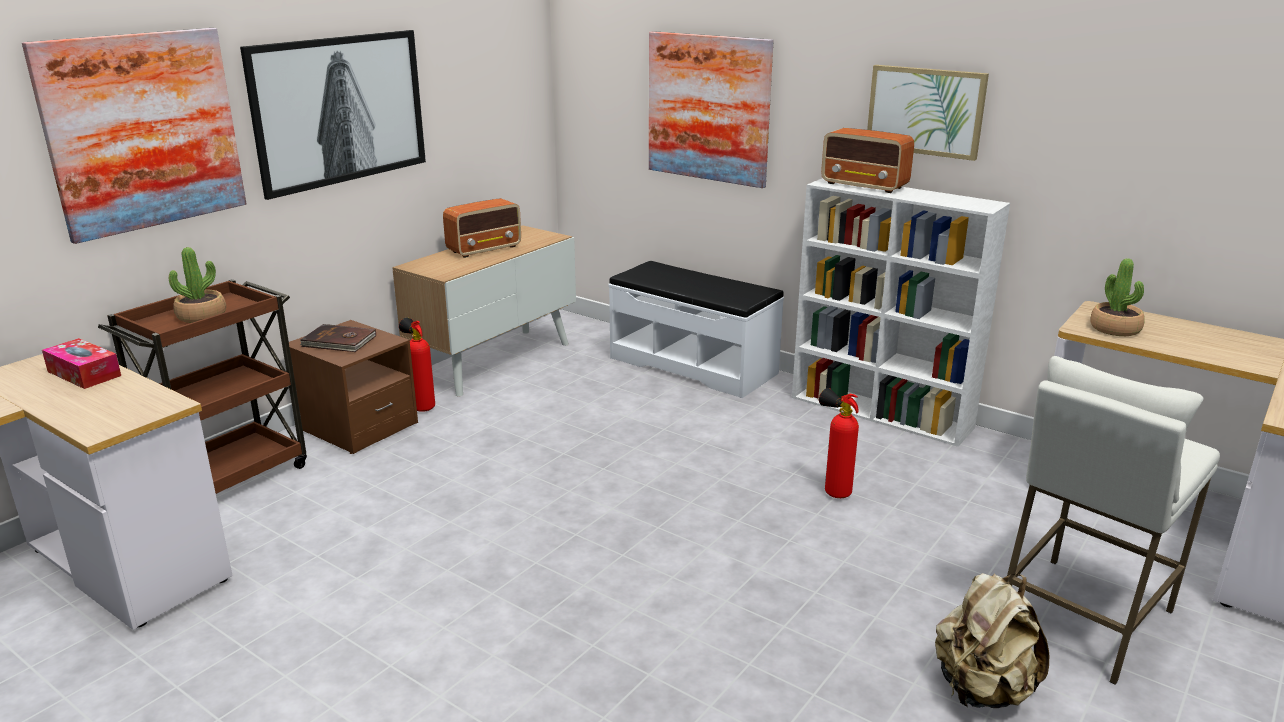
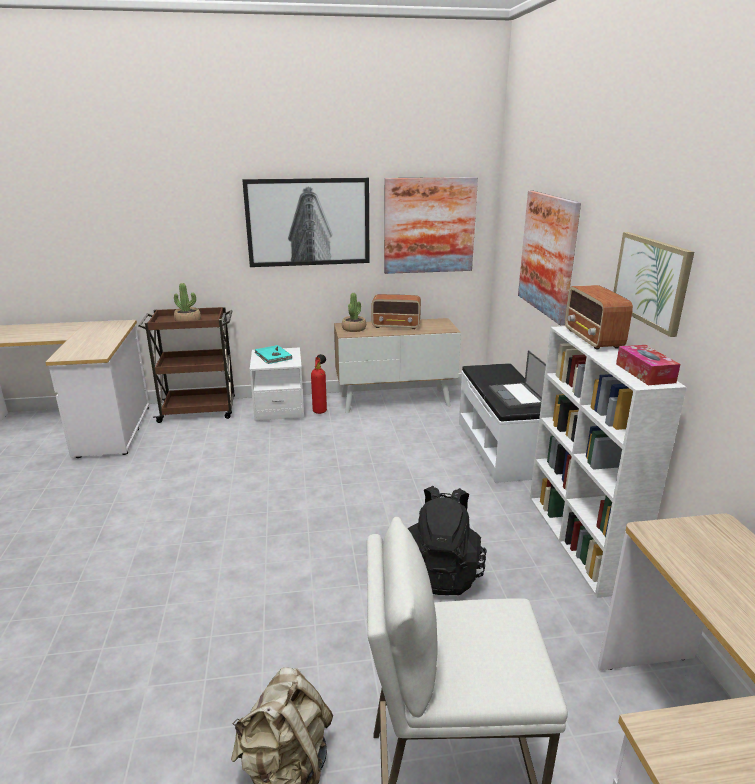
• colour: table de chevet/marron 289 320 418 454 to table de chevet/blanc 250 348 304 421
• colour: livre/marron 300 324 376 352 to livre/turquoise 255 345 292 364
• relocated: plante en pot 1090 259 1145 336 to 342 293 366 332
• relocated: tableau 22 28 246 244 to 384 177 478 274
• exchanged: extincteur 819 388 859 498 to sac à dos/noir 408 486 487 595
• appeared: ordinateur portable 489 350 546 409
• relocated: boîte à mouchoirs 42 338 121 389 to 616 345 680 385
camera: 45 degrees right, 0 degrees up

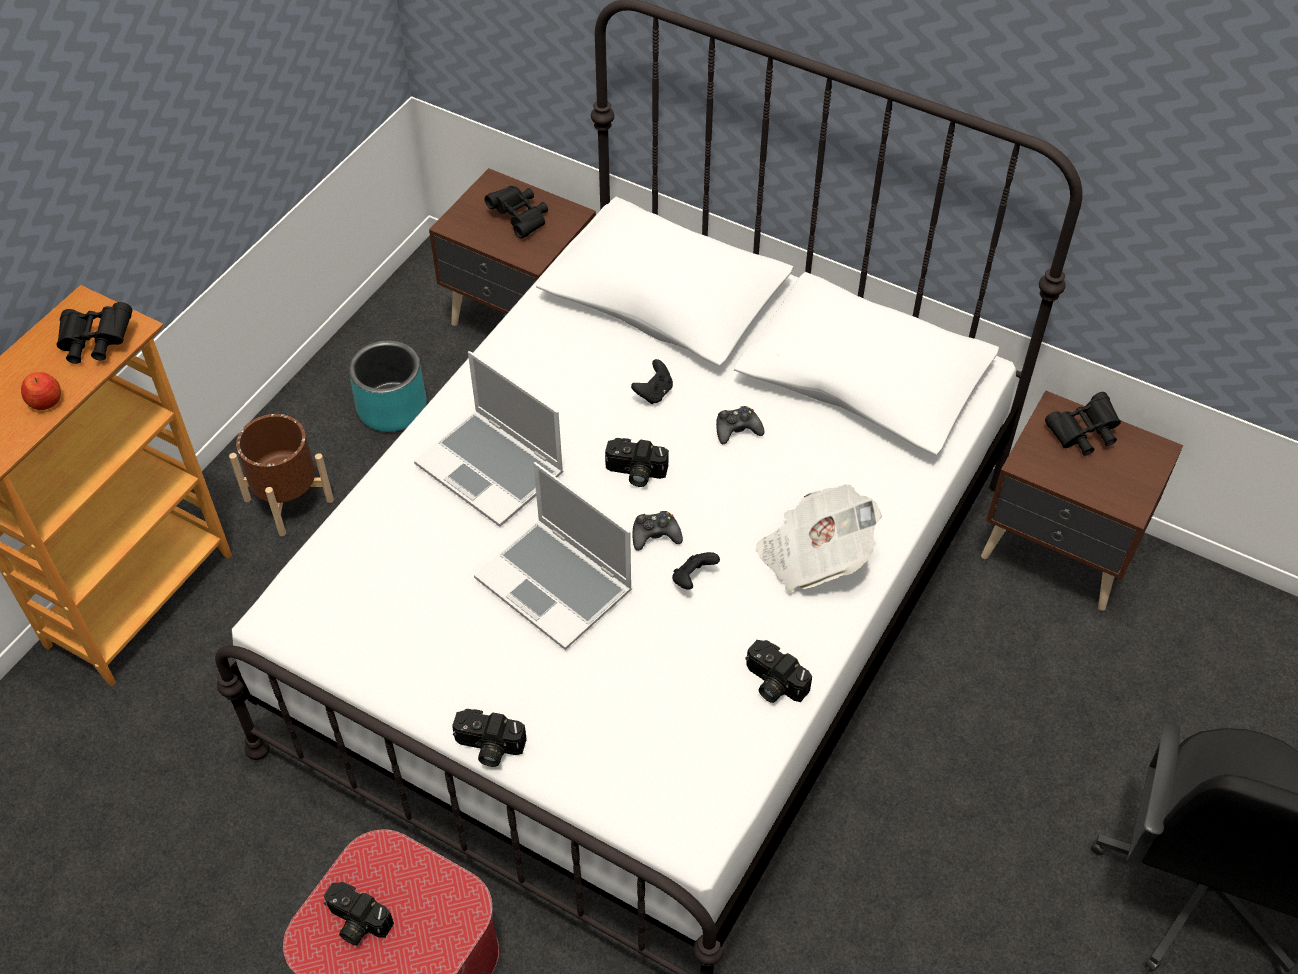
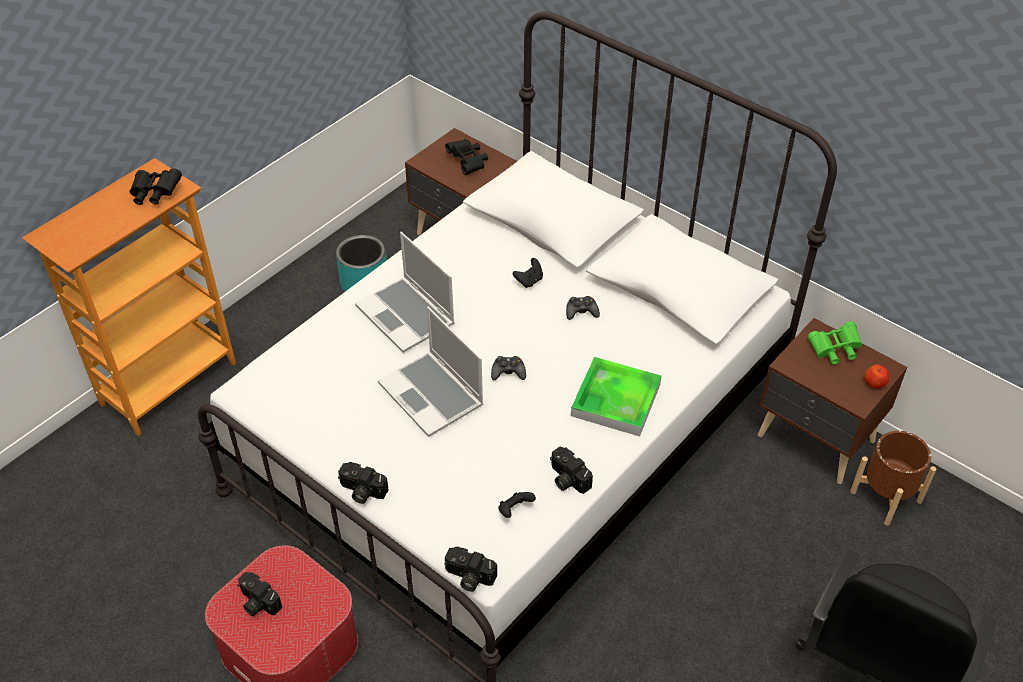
• relocated: appareil photo 605 438 669 487 to 444 547 497 592
• relocated: manette/noir 672 552 720 590 to 498 492 536 518
• exchanged: journal 756 484 882 592 to plateau 571 357 662 436
• colour: jumelles/noir 1045 392 1121 456 to jumelles/vert 808 321 862 365
• relocated: cache-pot/marron 229 414 334 536 to 850 431 937 526
• relocated: pomme 21 372 61 410 to 864 365 890 389
camera: 10 degrees right, 5 degrees down

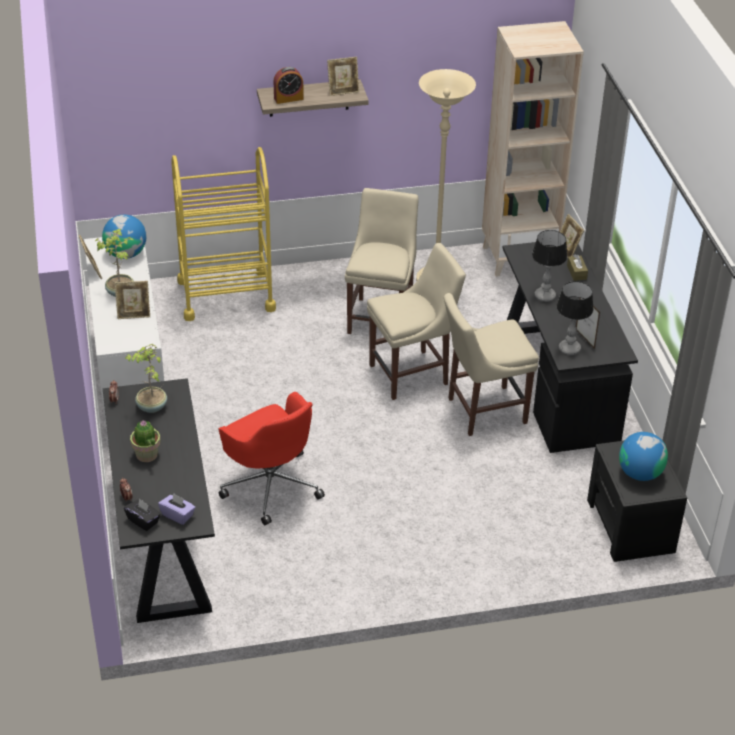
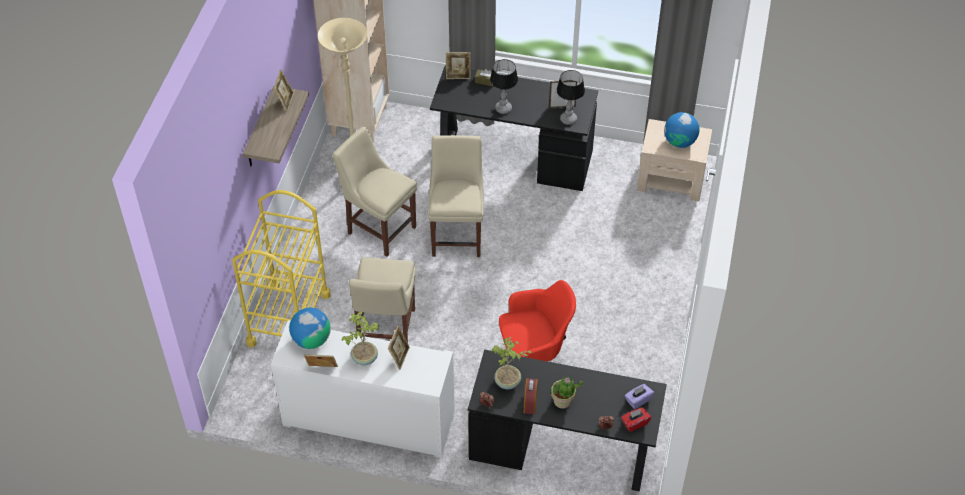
• relocated: chaise/beige 444 293 539 436 to 349 257 416 343
• relocated: réveil 274 67 304 104 to 524 378 538 414
• colour: boîte à mouchoirs/noir 124 498 161 531 to boîte à mouchoirs/rouge 621 407 651 432
• colour: table de chevet/noir 587 440 687 562 to table de chevet/beige 637 119 712 201
camera: 65 degrees left, 10 degrees up

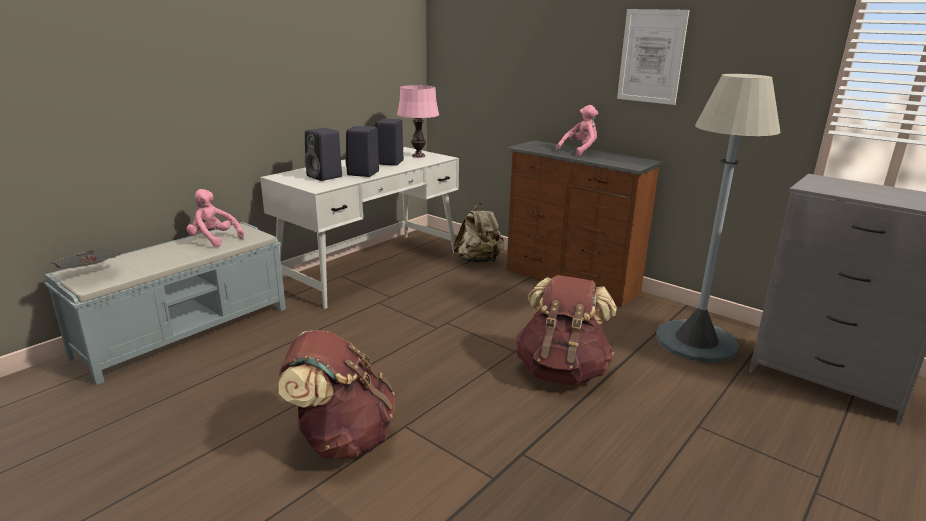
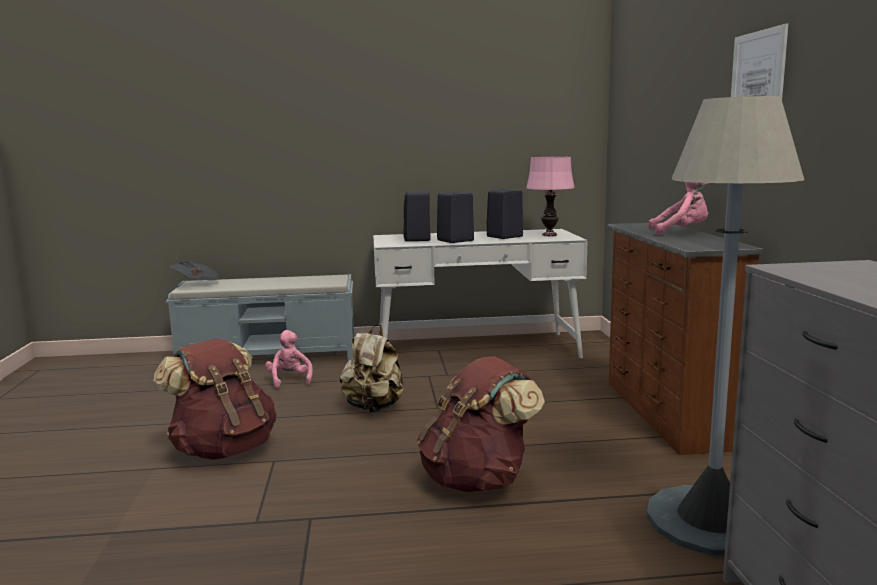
• relocated: peluche/rose 186 189 244 247 to 265 330 313 388
• relocated: sac à dos/beige 453 203 504 263 to 340 324 404 412
camera: 45 degrees right, 10 degrees down

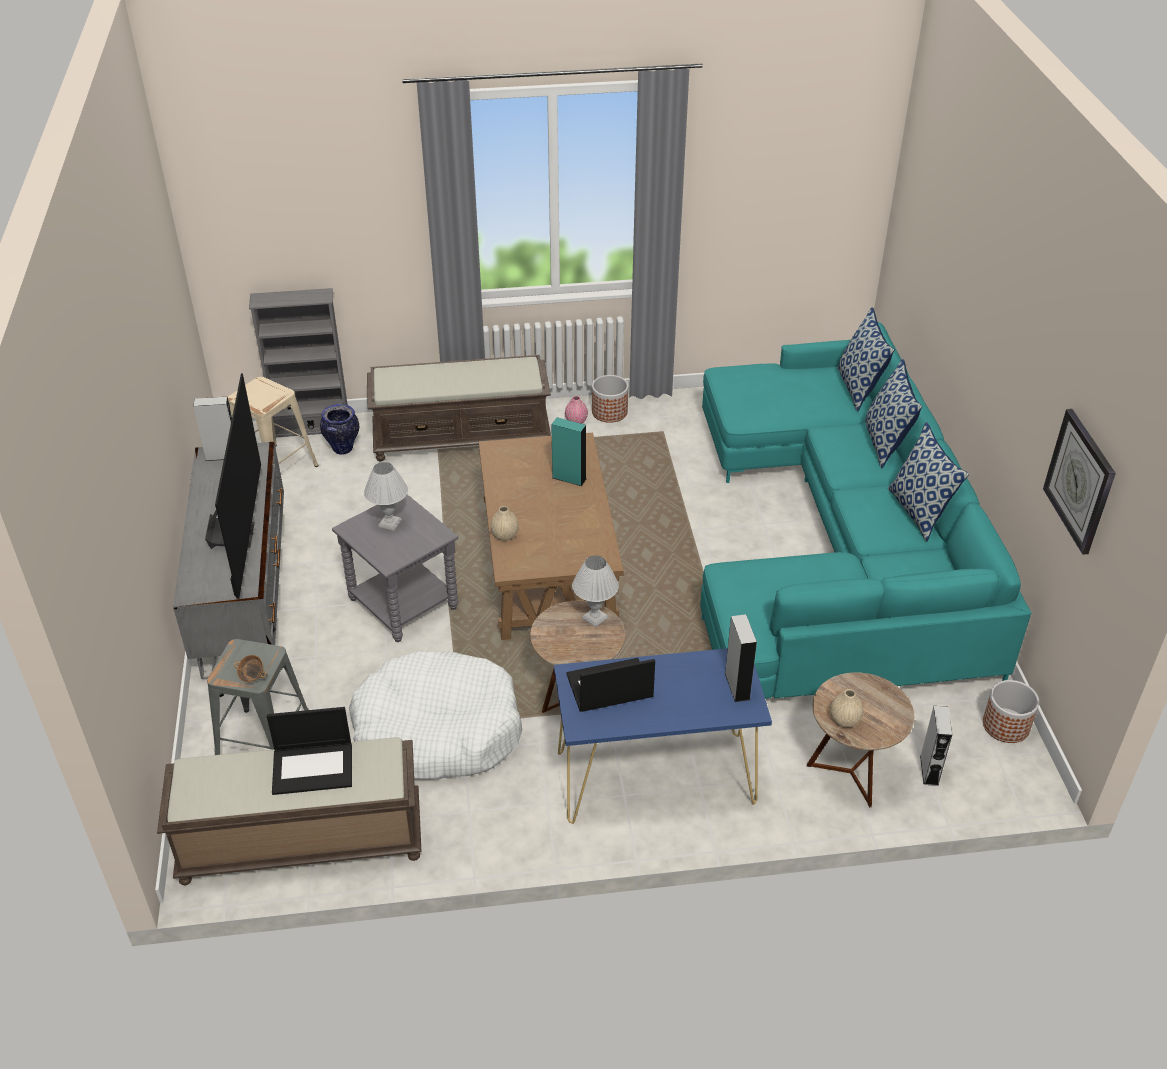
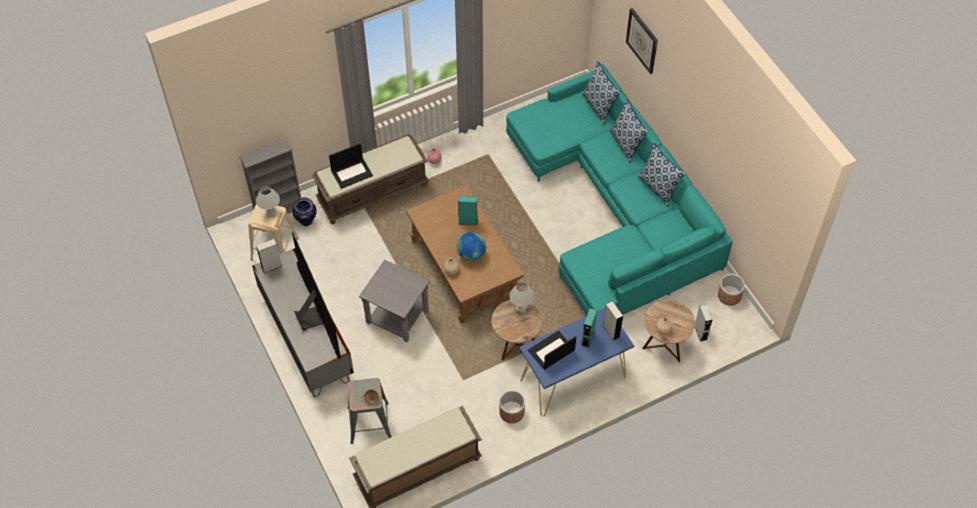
• relocated: lampe de table/blanc 364 462 408 531 to 256 186 280 217
• relocated: ordinateur portable 267 707 352 795 to 329 143 373 189
• appeared: globe 457 232 486 262
• relocated: cache-pot 592 375 628 423 to 499 390 525 423
• appeared: enceinte/turquoise 581 308 597 348
• relocated: horloge murale 1043 409 1116 555 to 626 8 658 74
• missing: panier pour chien/blanc 349 651 522 779
camera: 20 degrees left, 15 degrees up

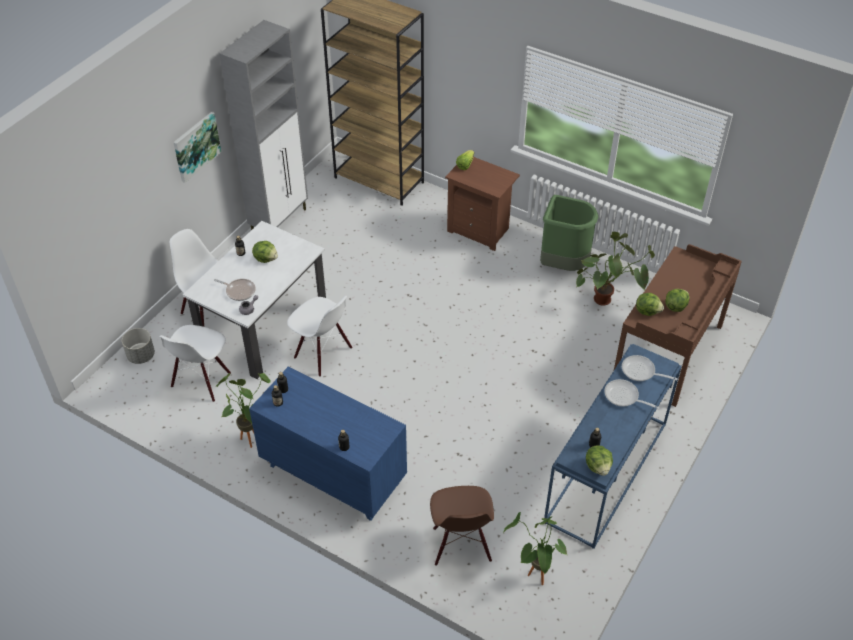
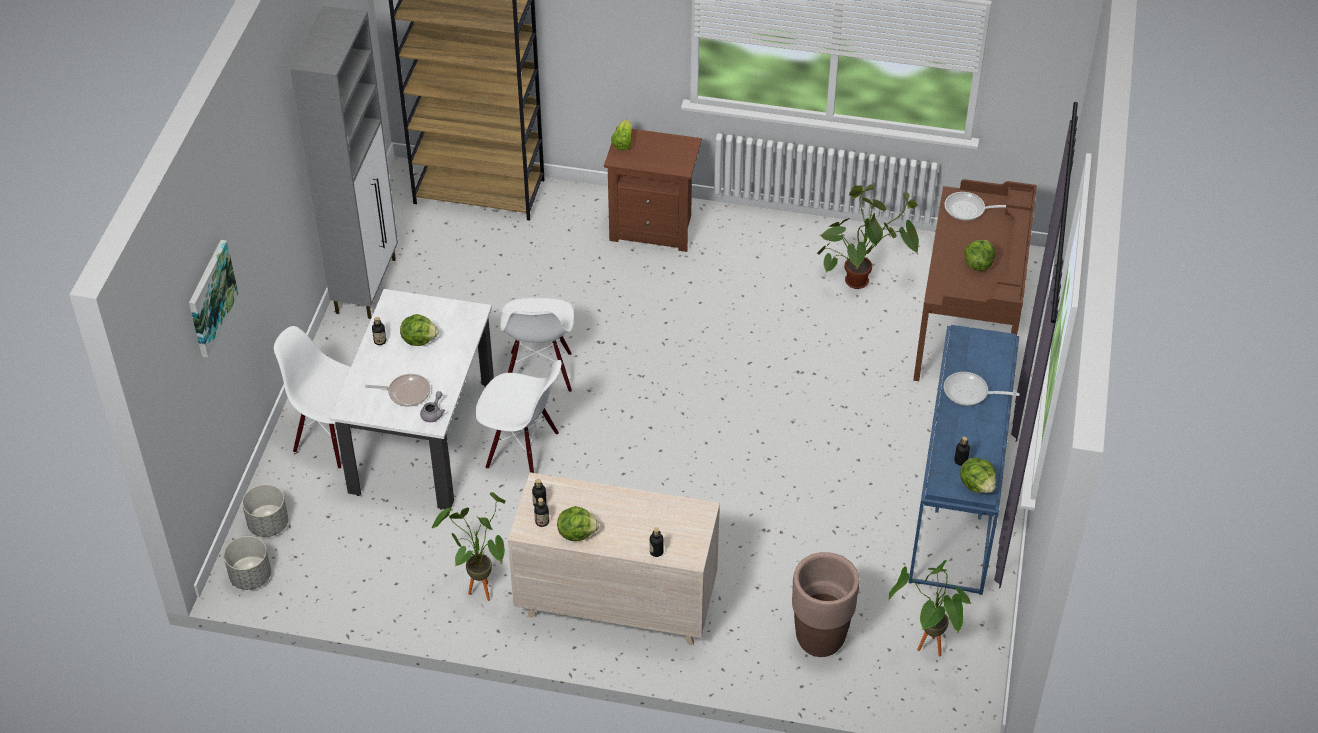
• relocated: tableau 173 112 221 183 to 189 240 239 357
• appeared: cache-pot/gris 224 536 271 590
• relocated: chaise/blanc 159 325 231 402 to 500 298 574 392
• colour: commode/bleu 249 366 407 521 to commode/beige 508 472 720 645
• relocated: laitue 636 293 664 316 to 557 506 599 541
• exchanged: chaise/marron 430 486 494 566 to cache-pot/marron 792 552 859 657
• relocated: poêle 622 355 678 381 to 944 192 1006 221
• missing: poubelle/vert 540 195 598 271
camera: 20 degrees left, 0 degrees up

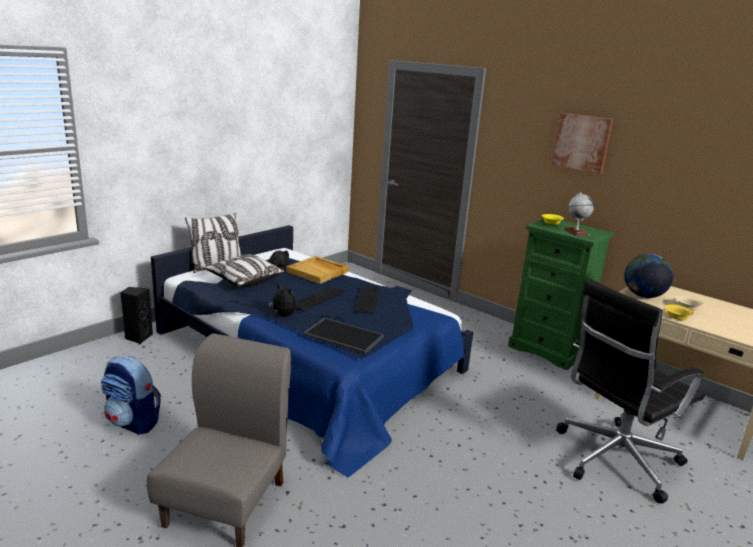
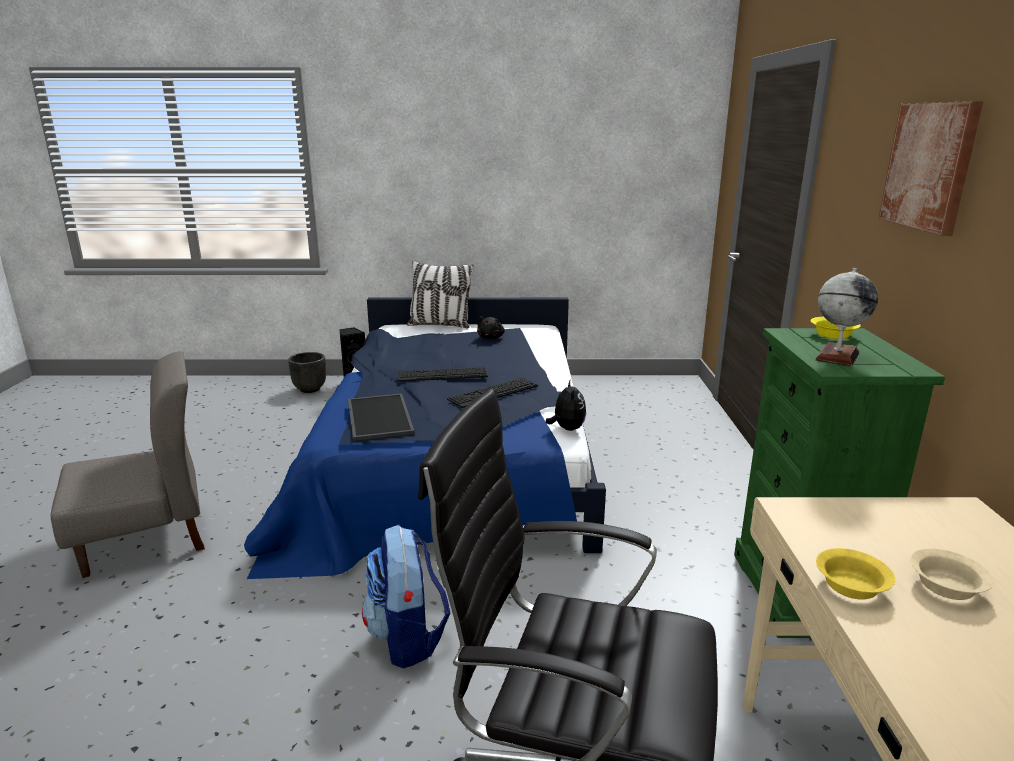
• appeared: cache-pot/noir 288 352 326 393
• relocated: sac à dos 101 356 161 435 to 362 525 451 668
• relocated: peluche 268 283 296 316 to 546 381 586 431
• missing: coussin 204 254 284 287
• missing: plateau/beige 286 256 349 284
• missing: globe 625 254 673 298
camera: 50 degrees right, 0 degrees up

